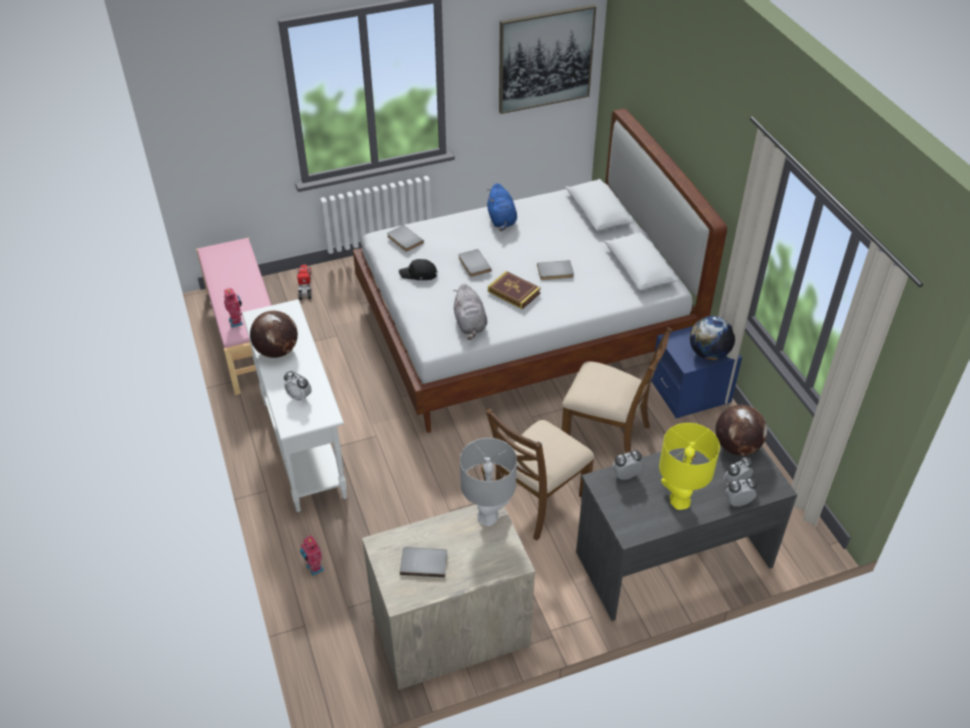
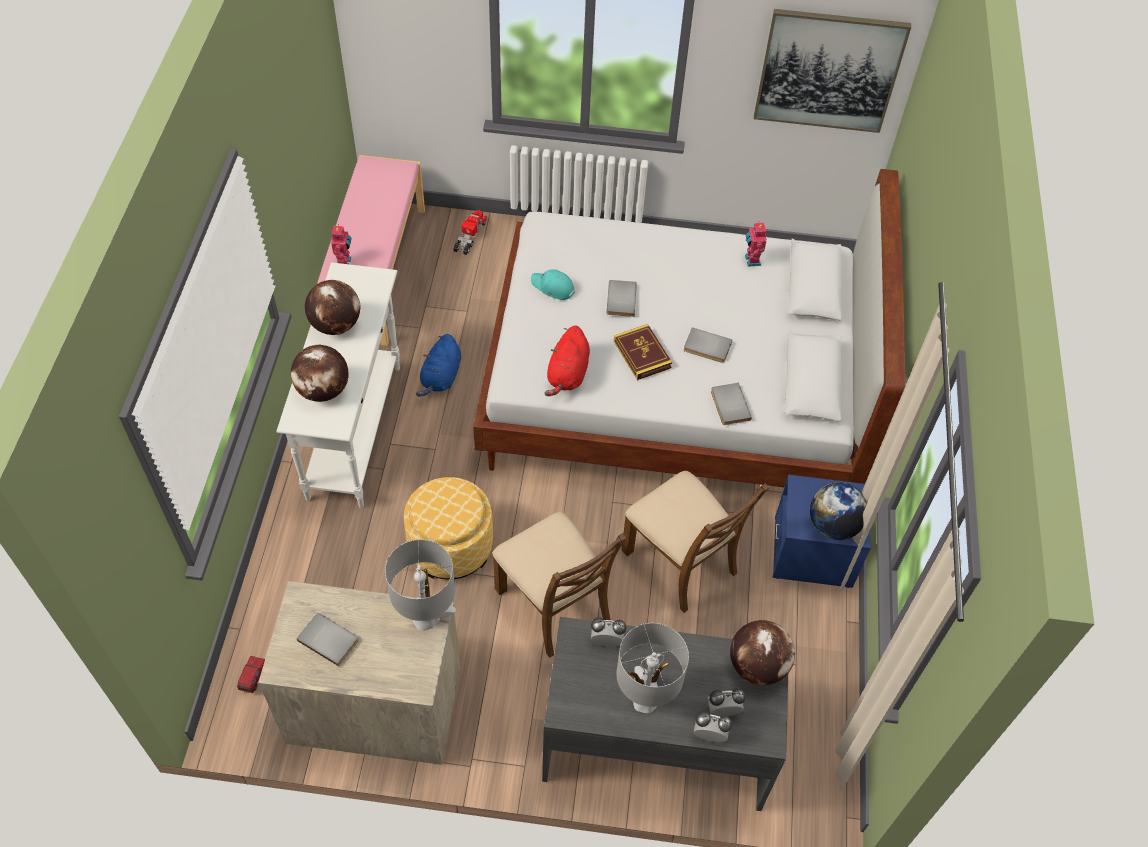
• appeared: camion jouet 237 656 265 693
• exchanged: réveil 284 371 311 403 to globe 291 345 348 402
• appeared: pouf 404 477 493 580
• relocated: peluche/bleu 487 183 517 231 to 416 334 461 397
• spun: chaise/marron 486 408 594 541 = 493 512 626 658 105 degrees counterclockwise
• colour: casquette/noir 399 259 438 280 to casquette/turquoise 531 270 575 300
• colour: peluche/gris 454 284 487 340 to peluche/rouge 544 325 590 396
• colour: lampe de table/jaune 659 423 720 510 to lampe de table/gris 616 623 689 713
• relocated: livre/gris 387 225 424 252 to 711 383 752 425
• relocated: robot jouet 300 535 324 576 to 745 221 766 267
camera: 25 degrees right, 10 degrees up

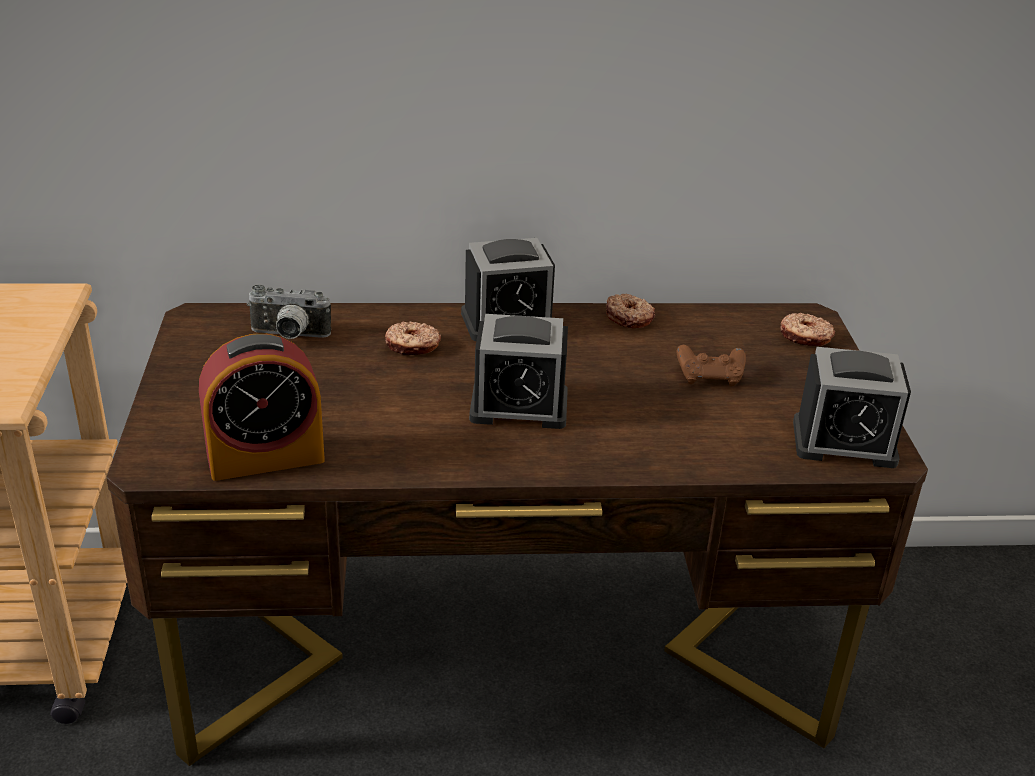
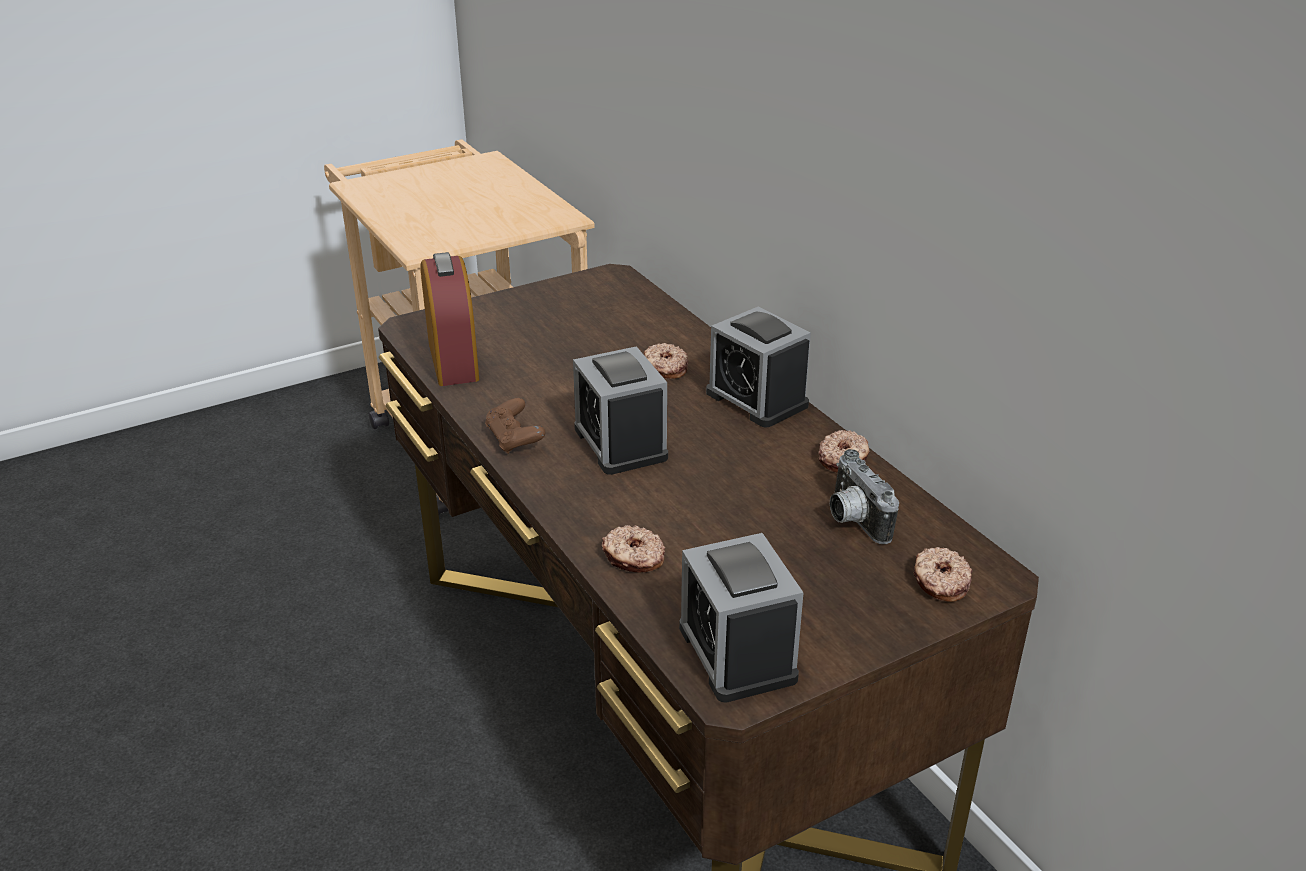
• spun: réveil 199 334 325 481 = 421 252 479 386 150 degrees counterclockwise
• relocated: manette/marron 677 345 746 386 to 485 398 545 454
• appeared: beignet 602 525 665 573
• relocated: appareil photo 247 285 331 339 to 830 449 899 544
camera: 65 degrees right, 0 degrees up

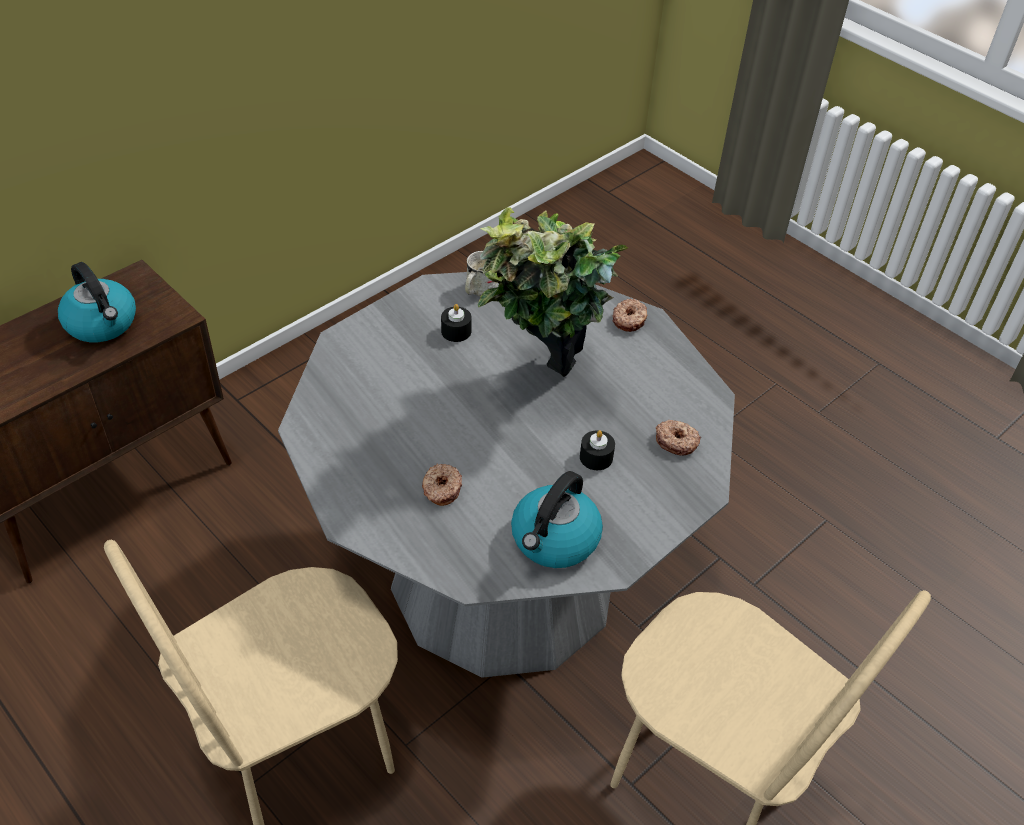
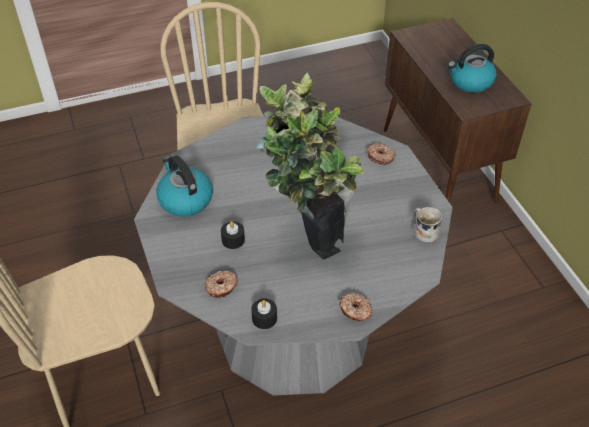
• relocated: bougie/noir 441 304 472 342 to 251 298 277 329
• relocated: beignet 422 464 462 506 to 367 143 396 165
camera: 115 degrees right, 0 degrees up

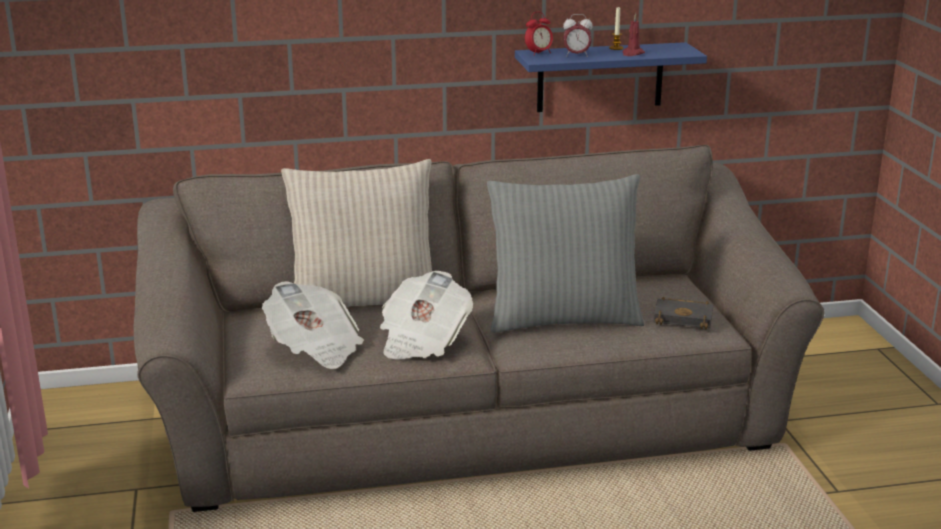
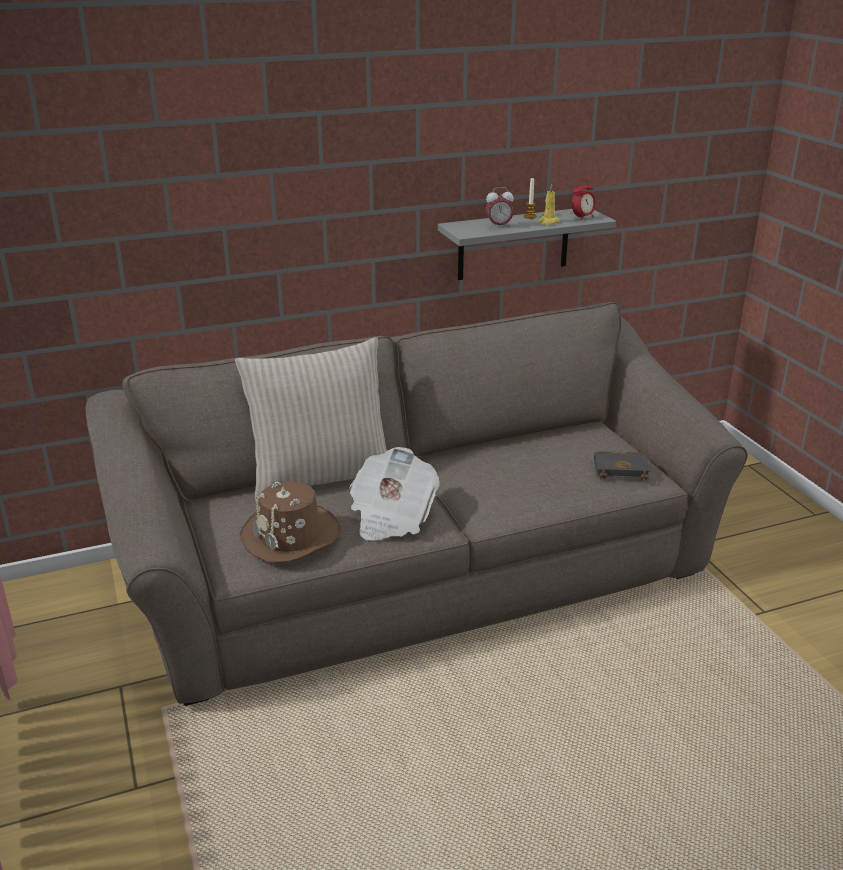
• exchanged: journal 262 281 364 369 to chapeau/marron 240 481 341 563
• colour: étagère/bleu 515 42 707 112 to étagère/gris 438 209 616 280
• colour: bougie/rouge 622 13 645 56 to bougie/jaune 539 184 560 225
• relocated: réveil 525 12 553 55 to 572 179 596 219
• missing: coussin/gris 487 174 644 333
camera: 10 degrees left, 5 degrees up

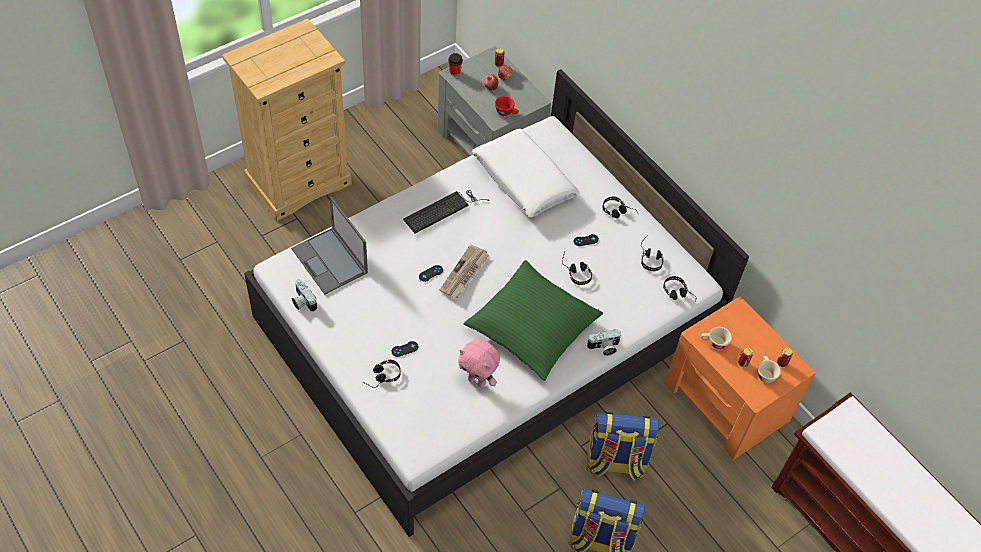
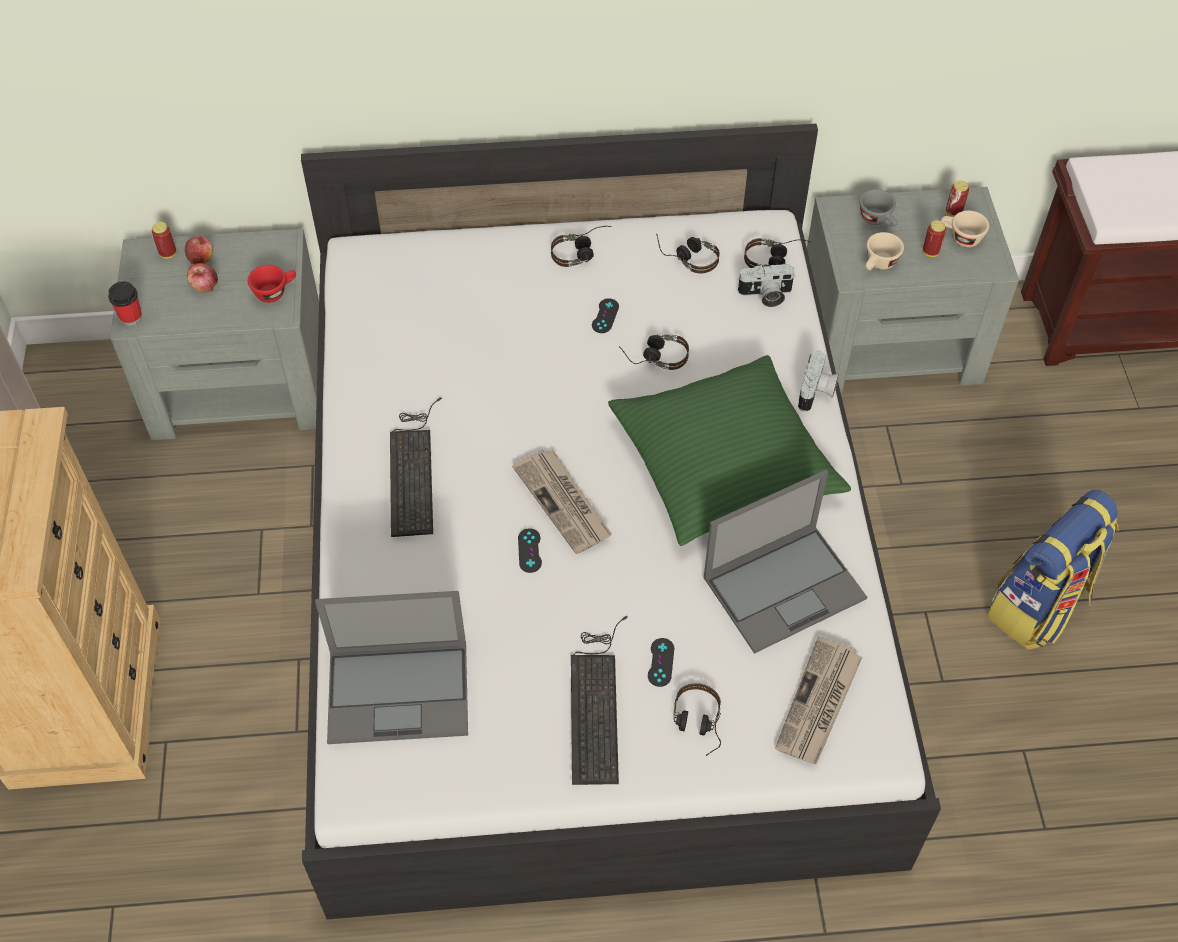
• appeared: clavier 571 616 628 785
• exchanged: peluche/rose 458 339 500 388 to ordinateur portable 703 470 867 654
• relocated: appareil photo 292 279 317 312 to 737 264 796 307
• appeared: journal 775 636 862 764
• colour: table de chevet/orange 665 296 816 460 to table de chevet/gris 807 187 1019 393
• appeared: tasse/gris 860 189 898 227
• missing: coussin/blanc 472 129 579 218
• missing: sac à dos 586 412 660 481
camera: 55 degrees left, 0 degrees up

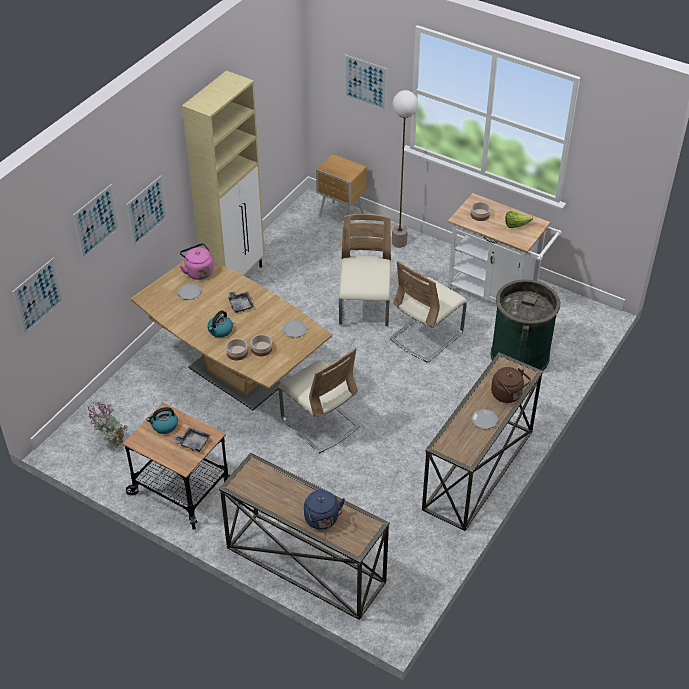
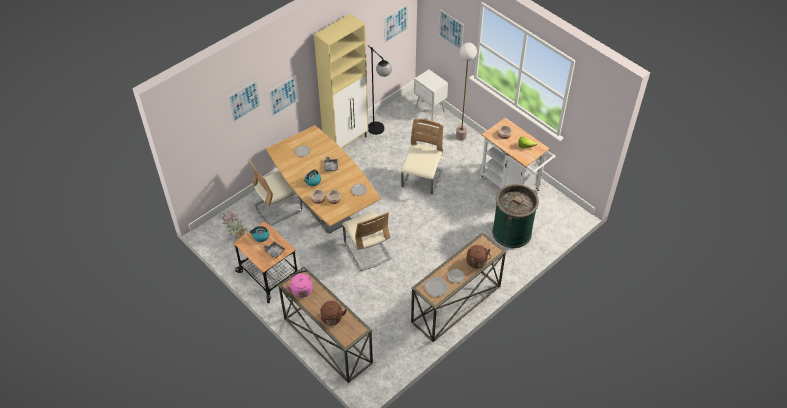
• relocated: chaise/beige 390 261 467 363 to 249 159 302 226
• relocated: bouilloire/rose 180 243 214 280 to 286 270 312 298
• colour: bouilloire/bleu 304 490 345 530 to bouilloire/marron 320 301 347 325
• appeared: lampadaire/noir 368 45 392 135
• relocated: tableau 12 258 64 335 to 384 3 409 43
• colour: table de chevet/marron 316 154 367 223 to table de chevet/blanc 414 69 448 121
• appeared: assiette 424 276 449 297
camera: 15 degrees right, 5 degrees up

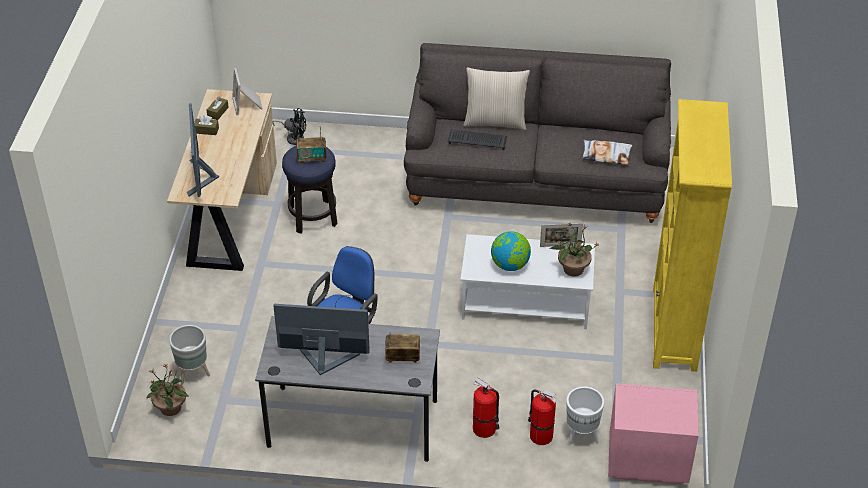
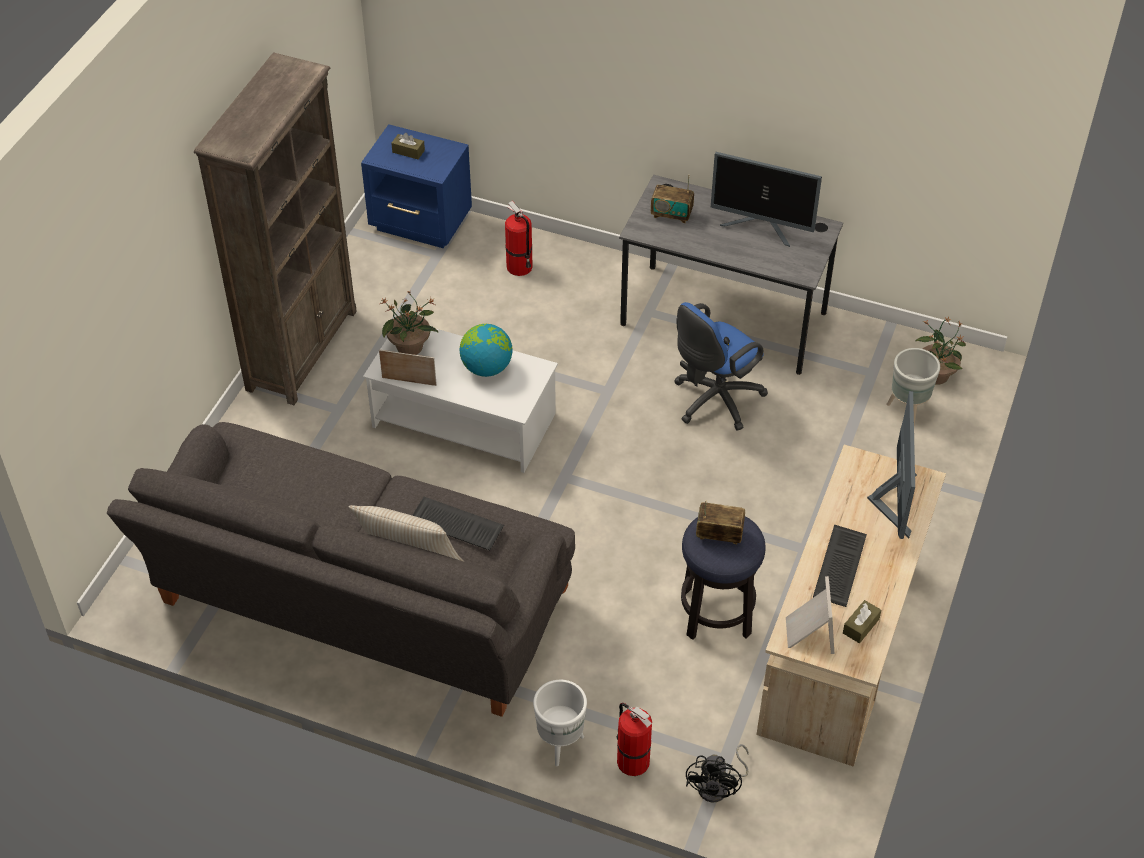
• colour: bibliothèque/jaune 653 99 732 372 to bibliothèque/marron 194 52 357 405
• colour: table de chevet/rose 608 383 699 484 to table de chevet/bleu 361 124 472 248
• relocated: boîte à mouchoirs/marron 194 115 219 135 to 391 133 425 159
• relocated: cache-pot/blanc 566 387 604 446 to 533 680 587 766
• relocated: extincteur 473 378 500 438 to 616 703 652 776
• spun: ventilateur/noir 273 108 306 145 = 686 744 749 803 105 degrees counterclockwise
• appeared: clavier 813 525 867 607
• missing: coussin 582 140 632 165
camera: 165 degrees left, 5 degrees up

